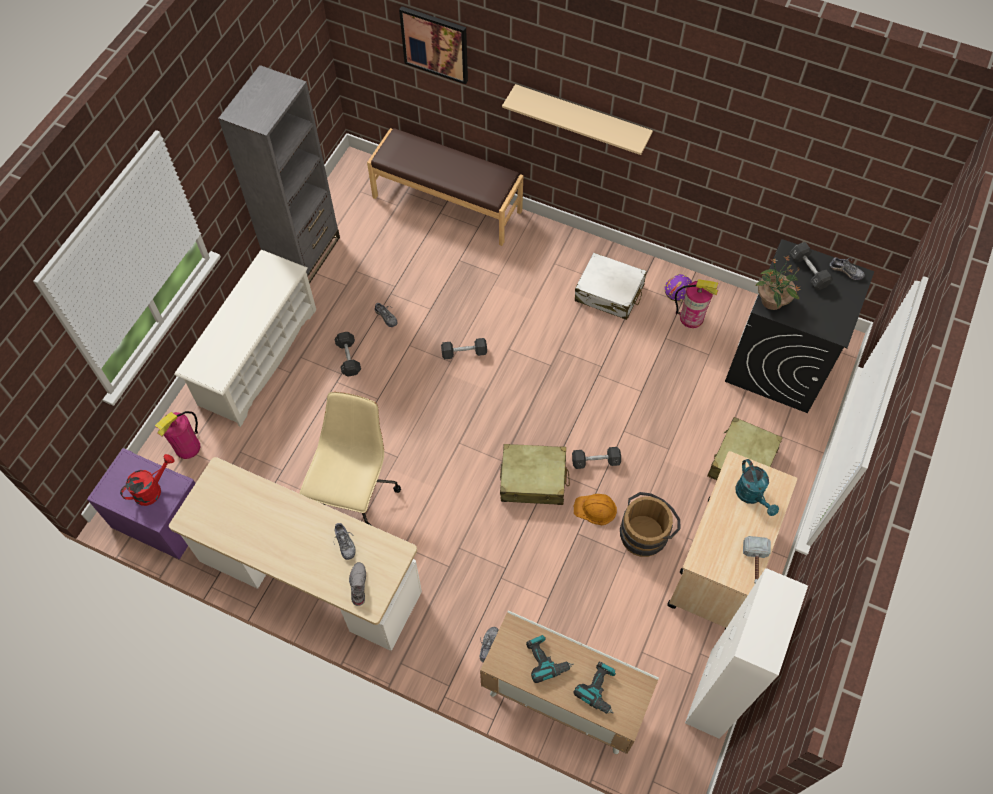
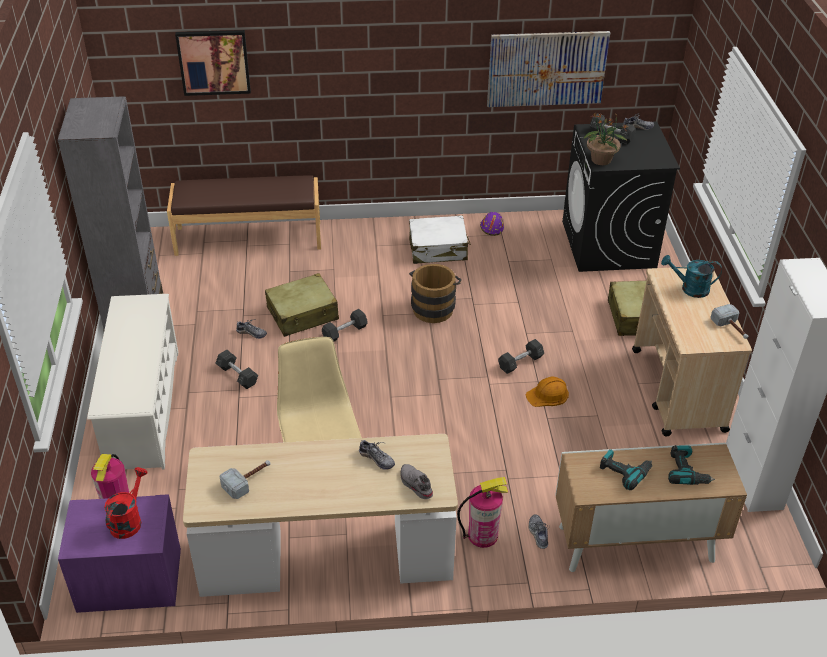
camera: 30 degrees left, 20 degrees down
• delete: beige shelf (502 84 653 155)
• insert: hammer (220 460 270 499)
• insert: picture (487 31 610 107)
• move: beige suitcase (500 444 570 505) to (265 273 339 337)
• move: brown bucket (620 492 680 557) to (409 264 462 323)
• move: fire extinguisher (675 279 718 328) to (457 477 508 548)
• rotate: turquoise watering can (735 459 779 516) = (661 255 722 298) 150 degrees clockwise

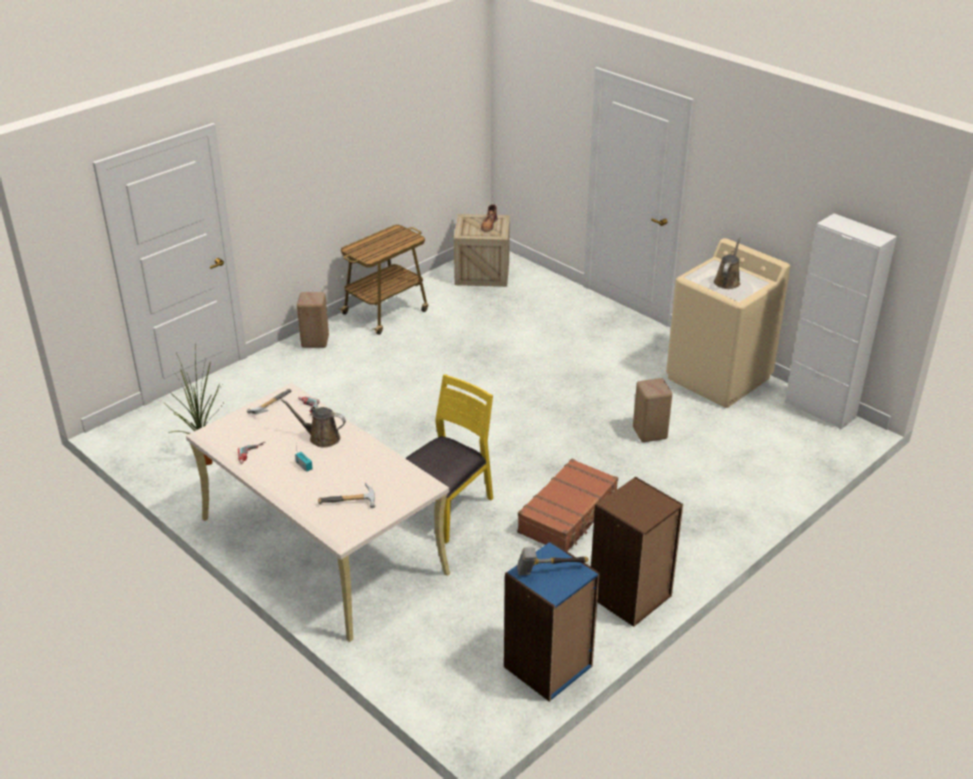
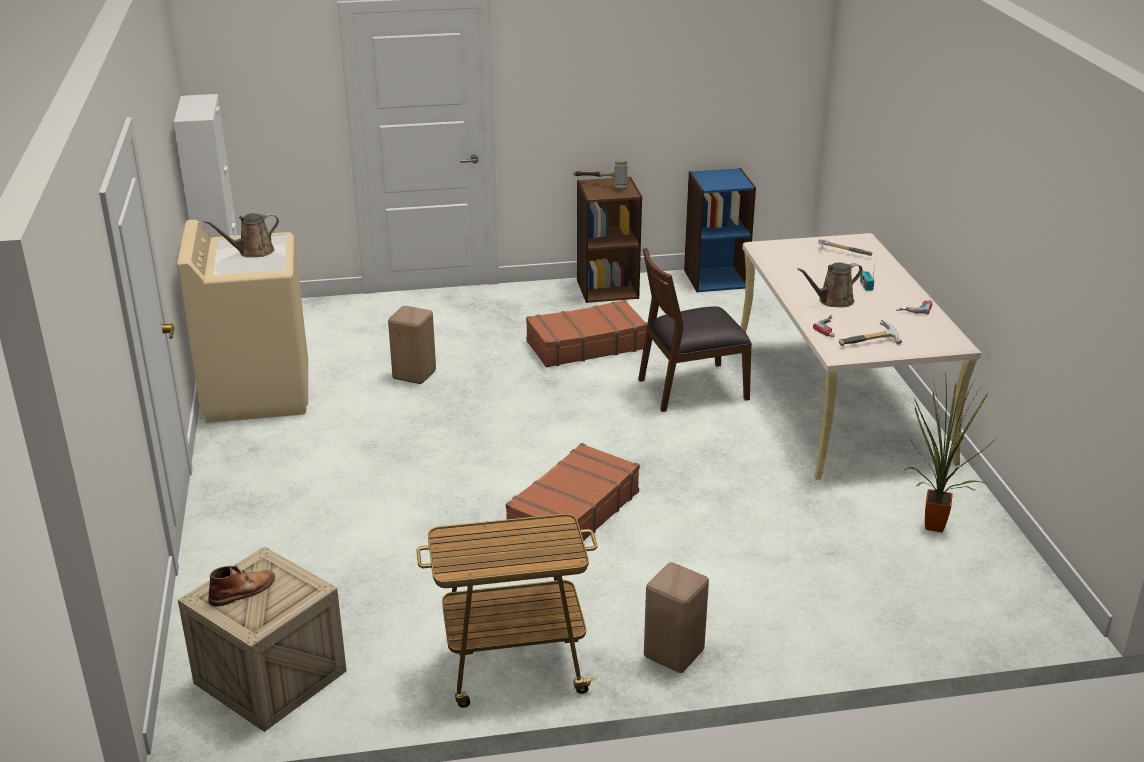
camera: 145 degrees left, 5 degrees down
• insert: brown suitcase (506 443 640 541)
• move: hammer (517 547 589 575) to (573 160 627 189)
• recolor: yellow chair (405 374 493 544) to brown chair (638 248 752 412)
• rotate: brown watering can (281 399 346 448) = (797 262 863 307) 105 degrees clockwise

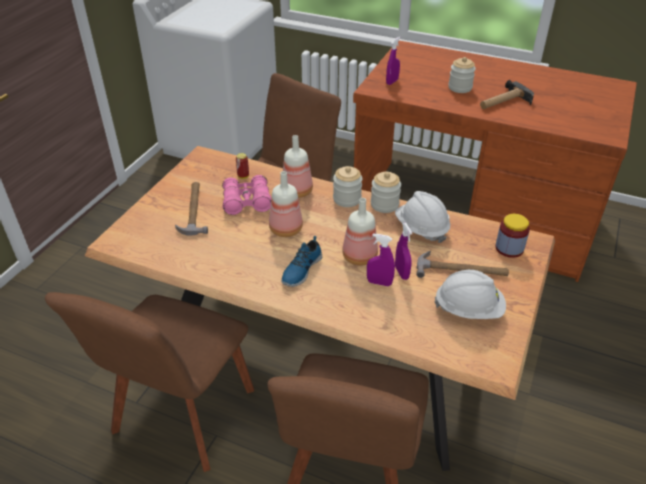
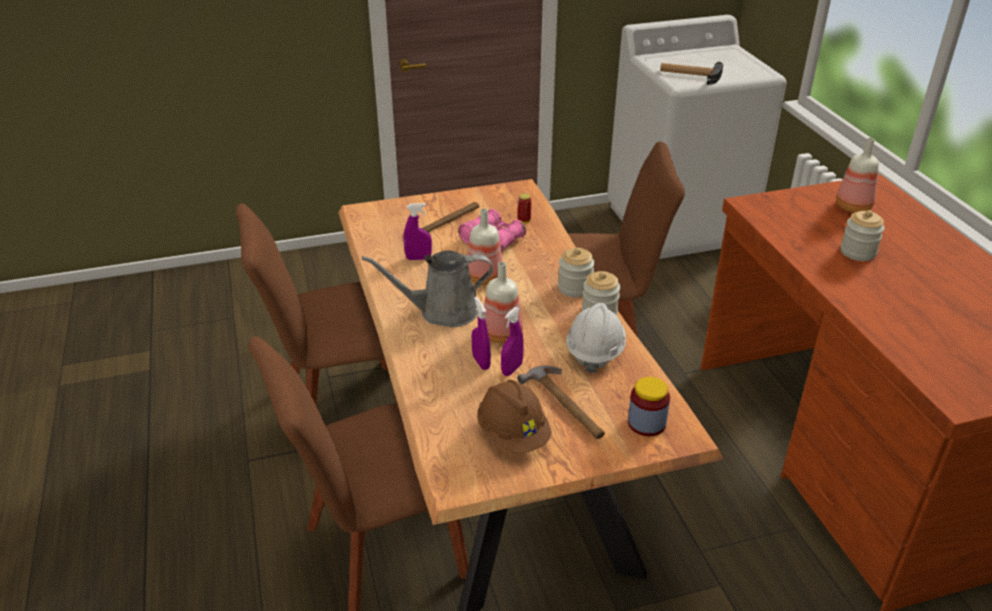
camera: 50 degrees right, 5 degrees down
• move: bottle (283 135 313 198) to (836 138 879 213)
• move: purple spray bottle (386 37 400 85) to (403 203 432 260)
• move: hammer (480 80 534 109) to (660 62 723 85)
• replace: shoe (281 236 322 287) to grey watering can (362 250 493 327)
• recolor: white hard hat (434 270 506 319) to brown hard hat (477 380 552 453)

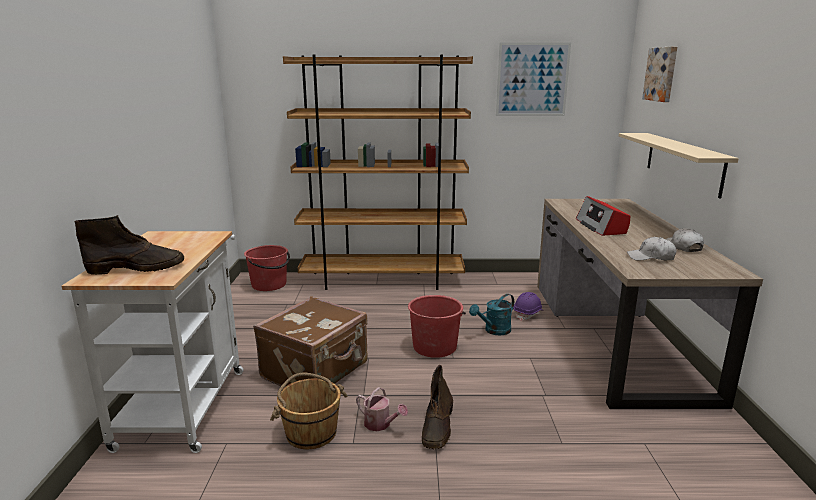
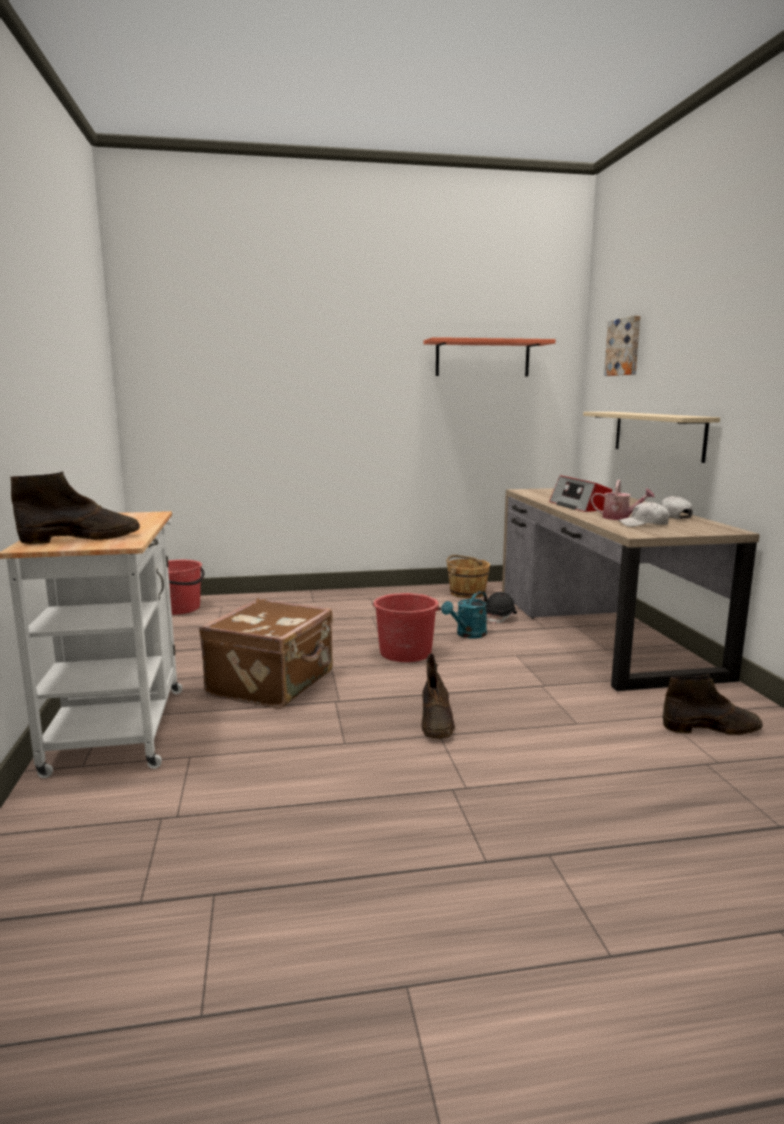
camera: 10 degrees left, 5 degrees down
• delete: brown bookcase (283 54 473 290)
• insert: brown boot (663 674 763 735)
• move: brown bucket (270 373 347 449) to (446 555 490 598)
• move: watering can (356 387 408 431) to (591 480 655 520)
• replace: picture (496 43 571 116) to shelf (424 337 556 376)
• recolor: purple hard hat (513 292 544 321) to black hard hat (486 592 517 624)

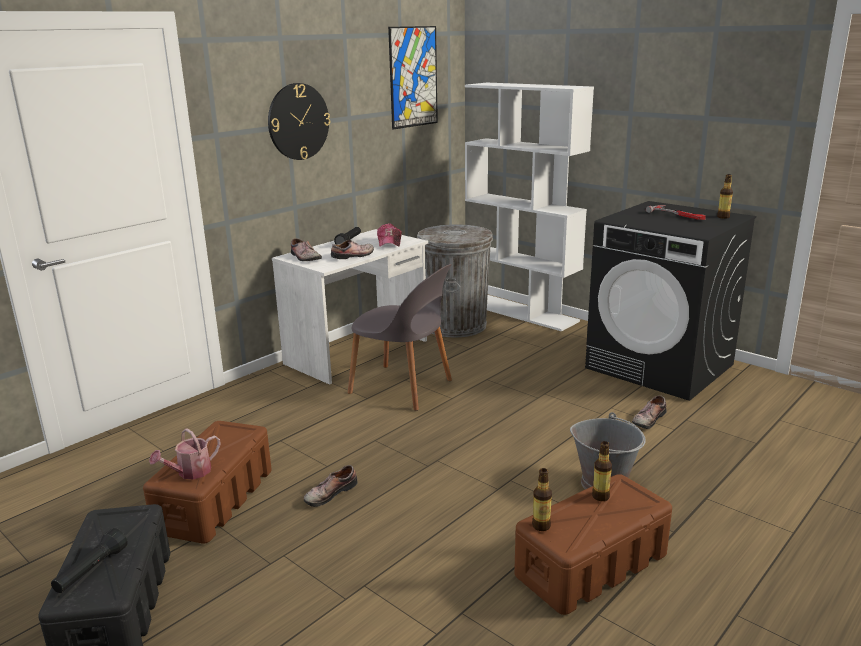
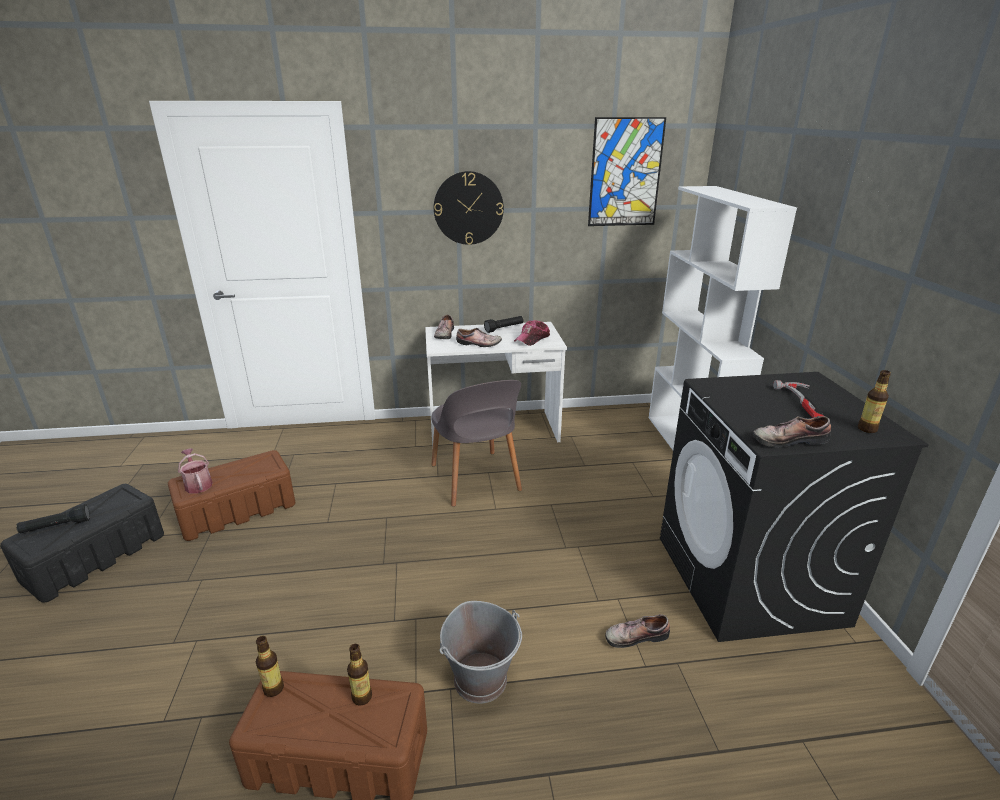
camera: 40 degrees right, 5 degrees up
• delete: grey trash can (417 224 493 338)
• move: shoe (304 465 357 507) to (753 416 831 447)
• rotate: watering can (149 428 221 479) = (178 448 213 493) 60 degrees clockwise

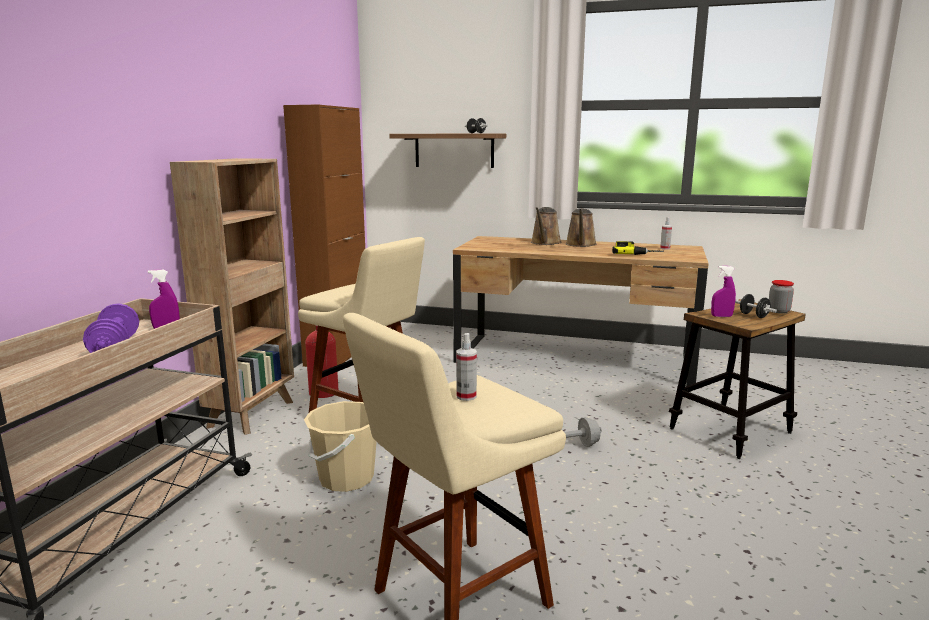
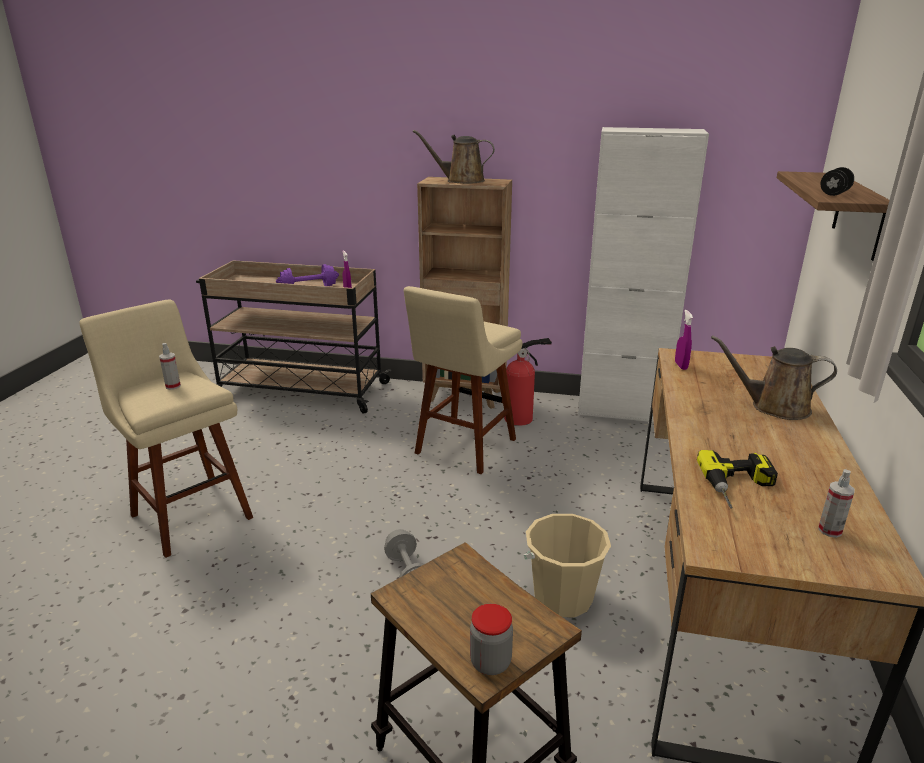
camera: 85 degrees right, 10 degrees up
• delete: black dumbbell (735 294 777 318)
• move: beige bucket (304 401 377 492) to (524 514 611 617)
• move: brown watering can (565 208 597 247) to (413 130 495 184)
• move: purple spray bottle (711 266 736 317) to (675 310 693 370)
• recolor: brown cabinet (283 104 365 367) to white cabinet (578 127 709 422)

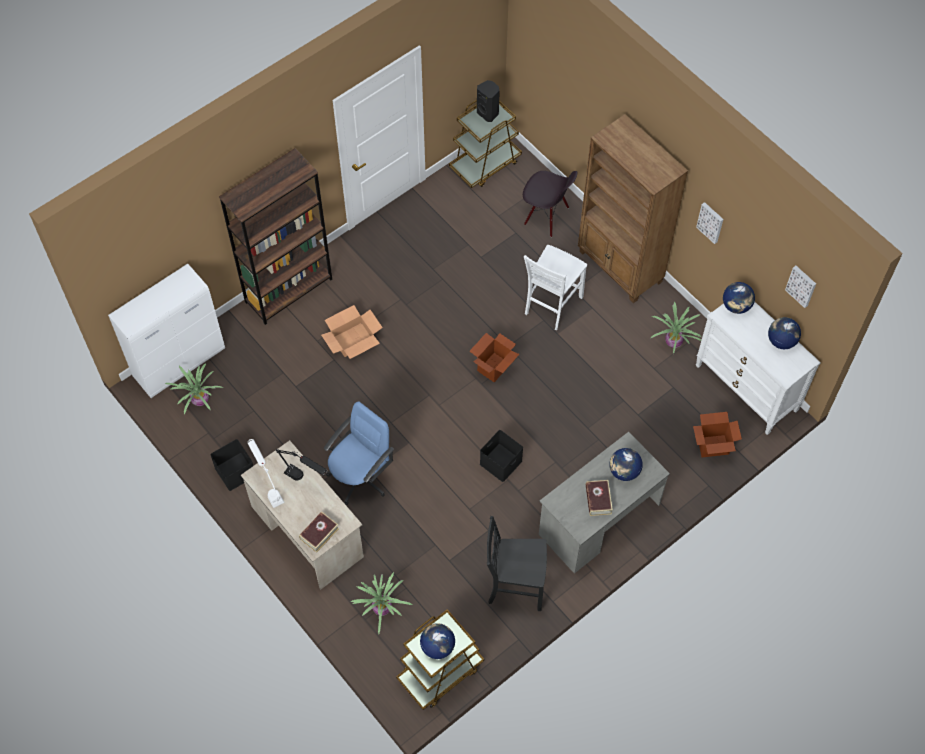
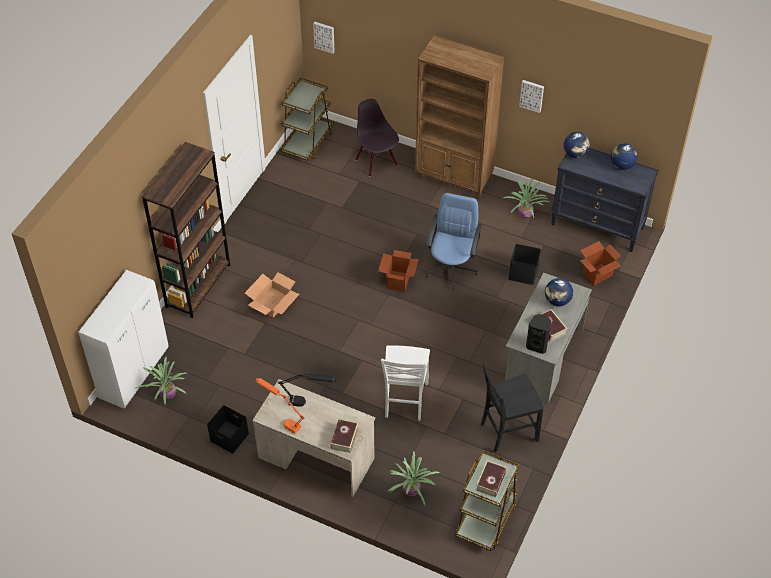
camera: 25 degrees left, 10 degrees down
• move: blue office chair (324 401 394 505) to (426 193 482 290)
• move: black speaker (477 80 500 122) to (526 314 551 354)
• move: black storage box (480 430 523 482) to (508 244 541 285)
• move: white chair (524 245 587 330) to (381 345 430 421)
• move: picture (785 266 816 308) to (313 22 335 54)
• replace: globe (420 623 455 659) to book (476 460 507 497)
• recolor: white table lamp (248 439 285 508) to orange table lamp (256 378 305 434)
• recolor: white dresser (696 302 821 435) to black dresser (551 148 659 252)
• rotate: black chair (523 171 577 237) = (355 99 399 177) 120 degrees counterclockwise

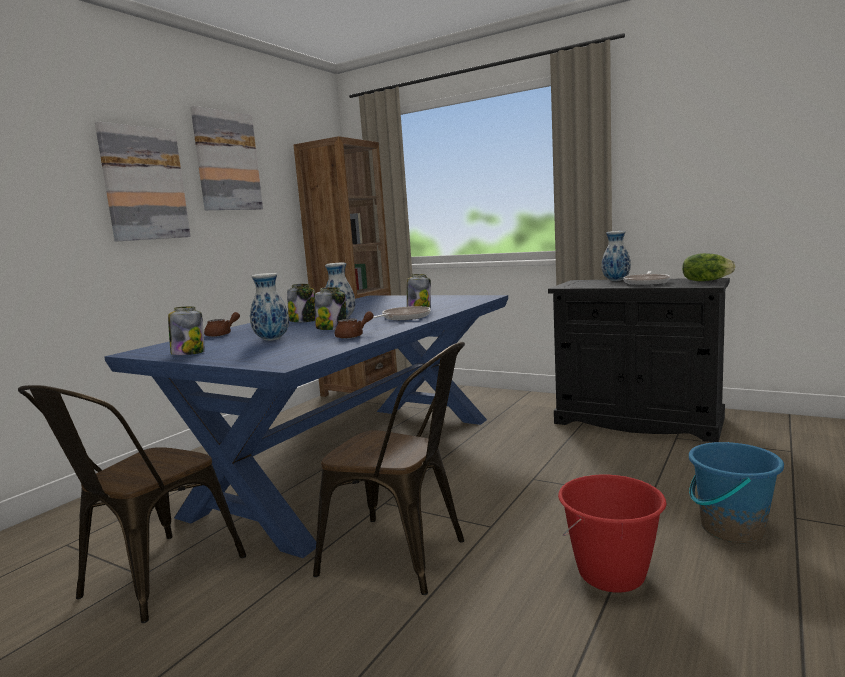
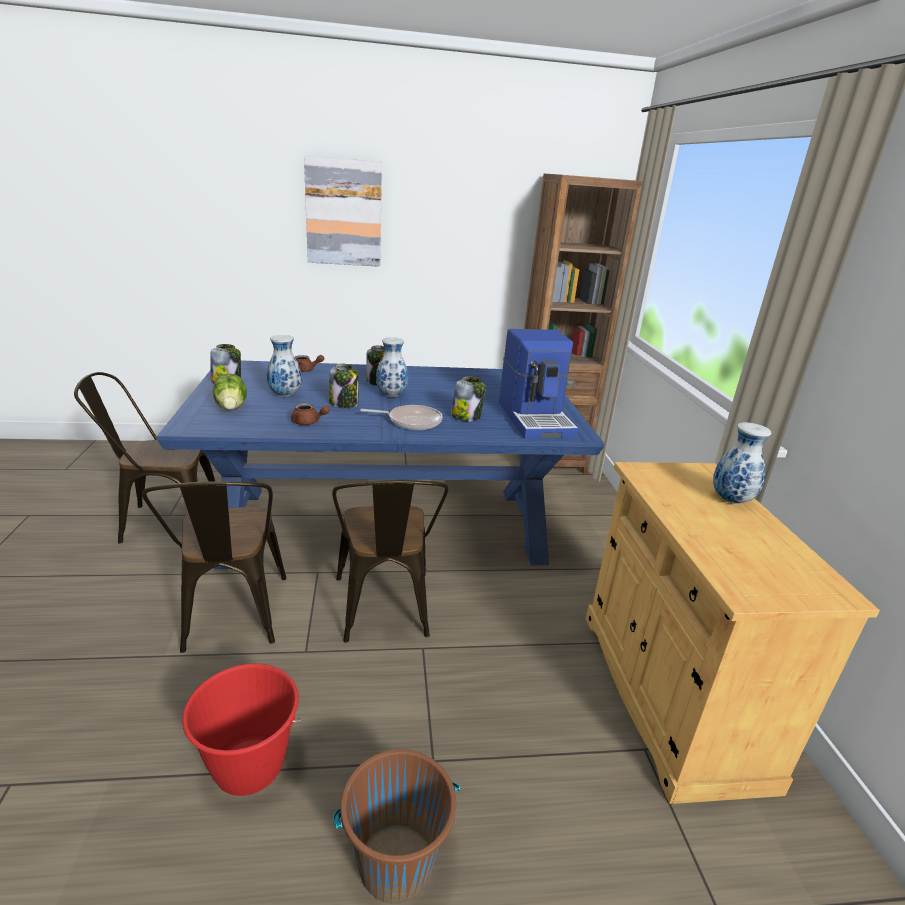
camera: 50 degrees right, 15 degrees up
• delete: picture (190 106 263 210)
• delete: frying pan (623 271 670 285)
• insert: brown chair (332 480 448 643)
• insert: coffee machine (499 329 579 439)
• move: lettuce (682 253 735 281) to (213 373 247 410)
• recolor: black cabinet (548 278 730 442) to beige cabinet (586 462 880 804)
• recolor: blue bucket (689 442 784 543) to brown bucket (333 749 460 904)

